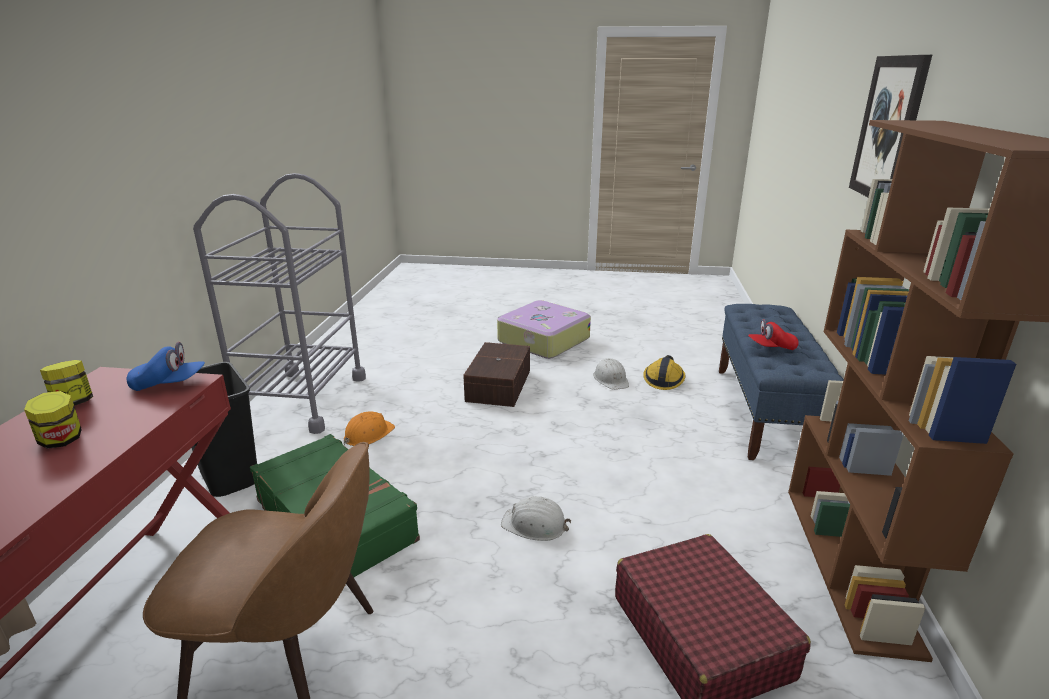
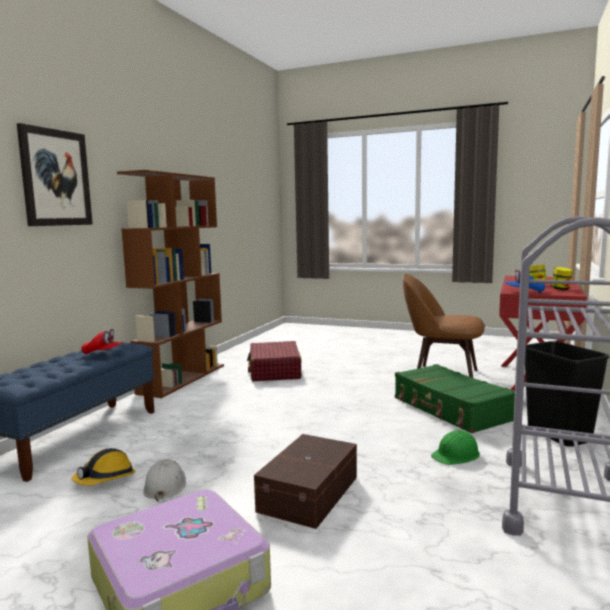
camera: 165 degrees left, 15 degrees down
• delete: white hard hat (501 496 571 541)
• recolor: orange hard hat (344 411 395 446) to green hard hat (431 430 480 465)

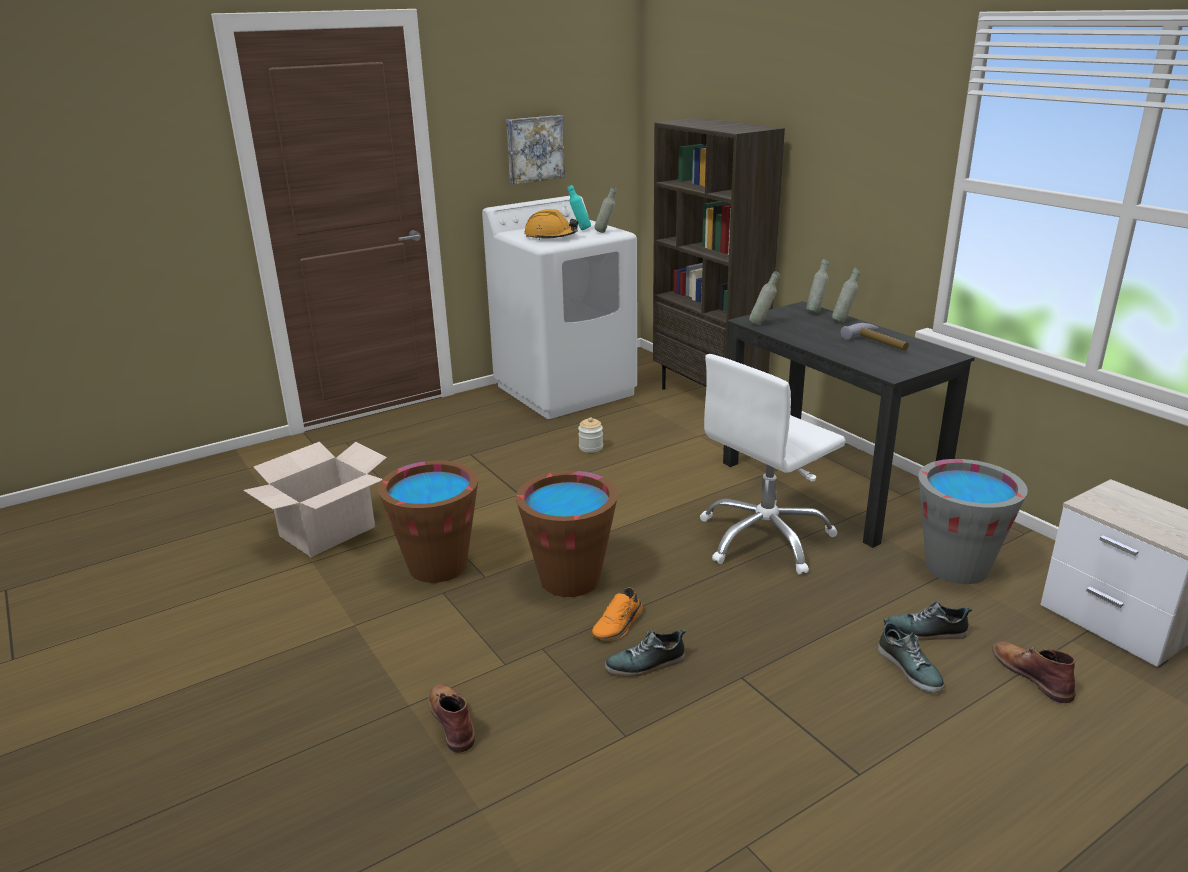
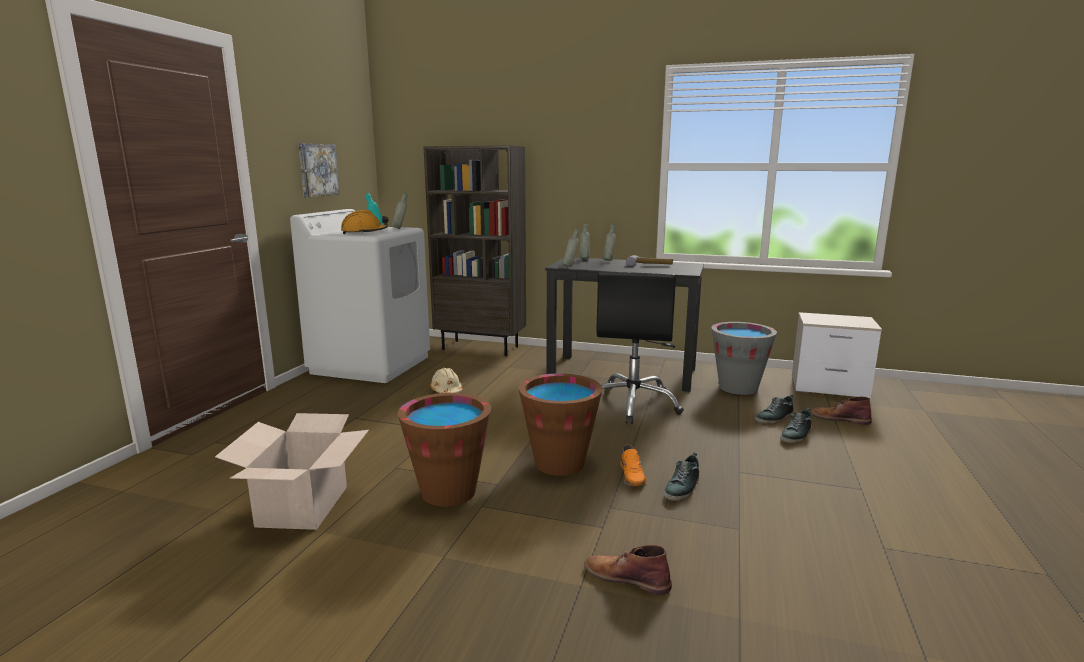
camera: 40 degrees left, 10 degrees down
• replace: jar (578 417 603 453) to beige hard hat (430 368 462 393)
• recolor: white office chair (700 354 846 575) to black office chair (597 272 684 424)
• rotate: shoe (878 618 944 693) = (780 408 811 443) 105 degrees clockwise

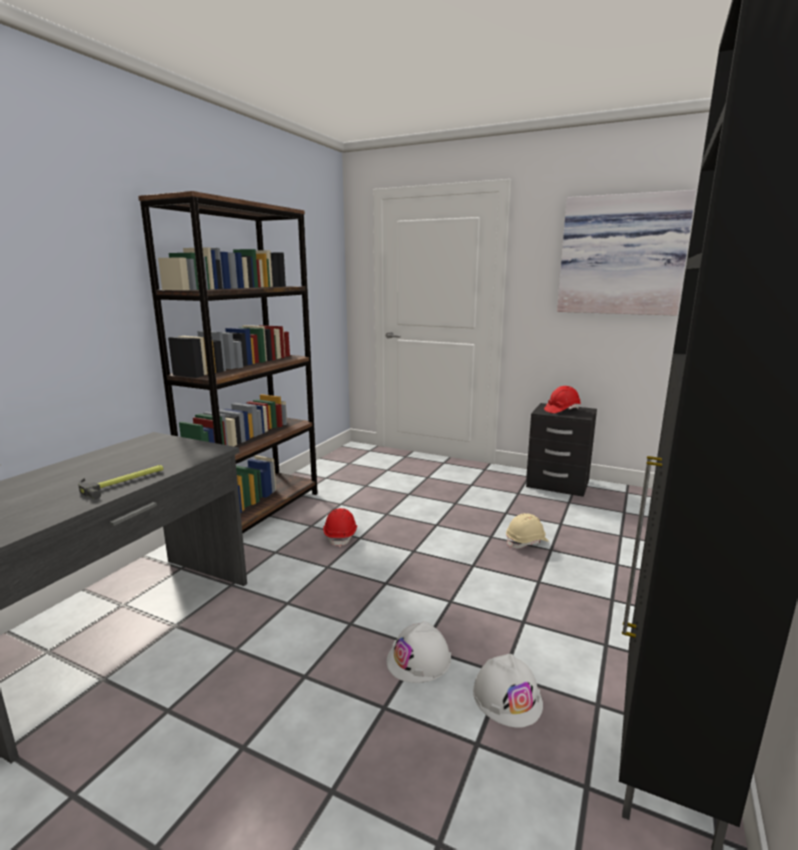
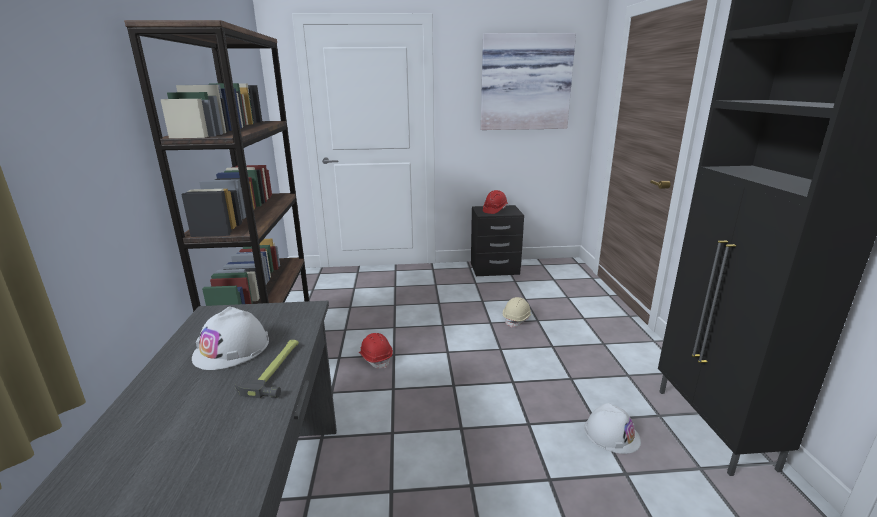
camera: 30 degrees left, 5 degrees up
• move: white hard hat (387 621 451 683) to (192 306 269 370)

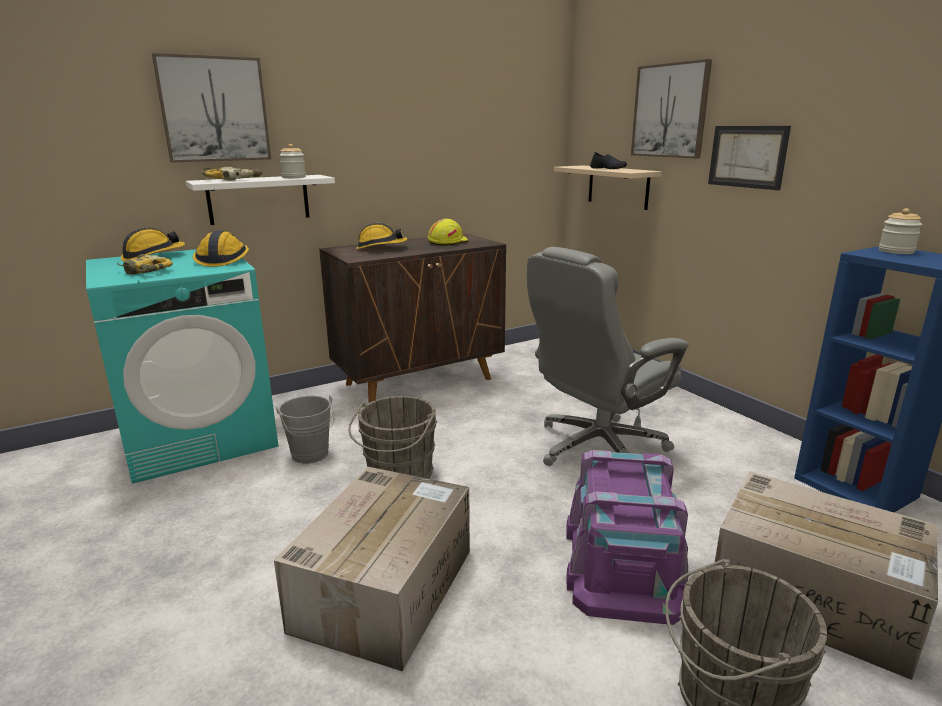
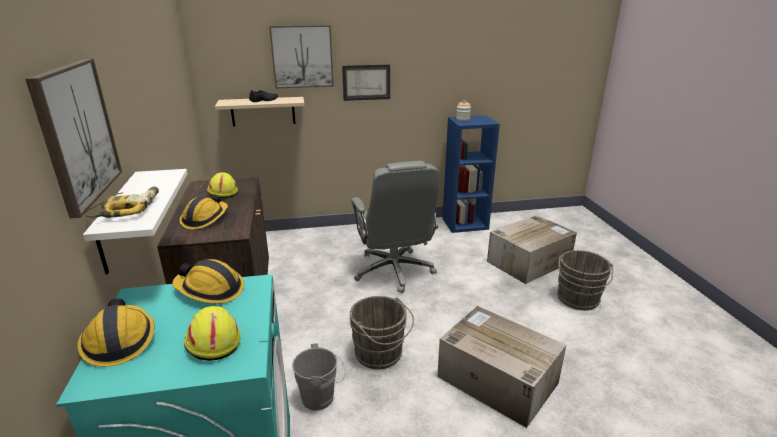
camera: 70 degrees left, 5 degrees up
• delete: jar (279 144 306 178)
• delete: purple storage box (566 450 688 625)
• replace: power drill (117 254 173 275) to yellow hard hat (184 306 241 361)

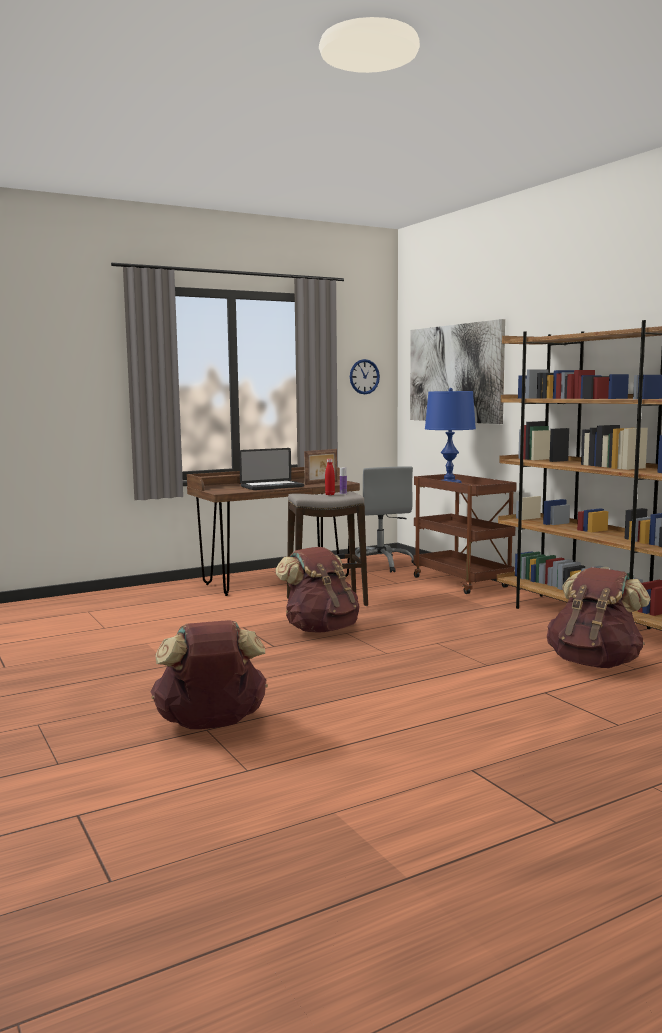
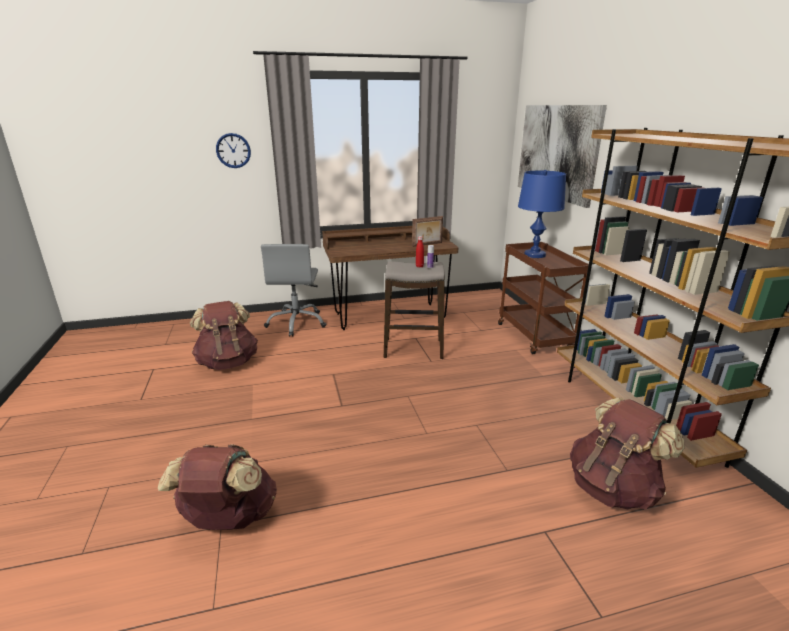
camera: 15 degrees right, 15 degrees up
• delete: laptop (239 448 304 490)
• move: brown backpack (276 547 359 633) to (190 301 258 370)
• move: wall clock (350 359 380 394) to (216 133 251 168)
• move: grey office chair (355 466 415 573) to (261 244 326 337)

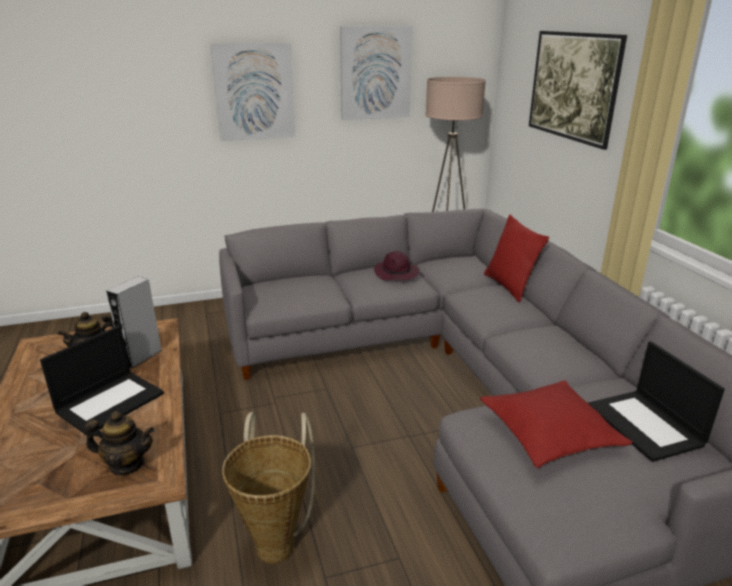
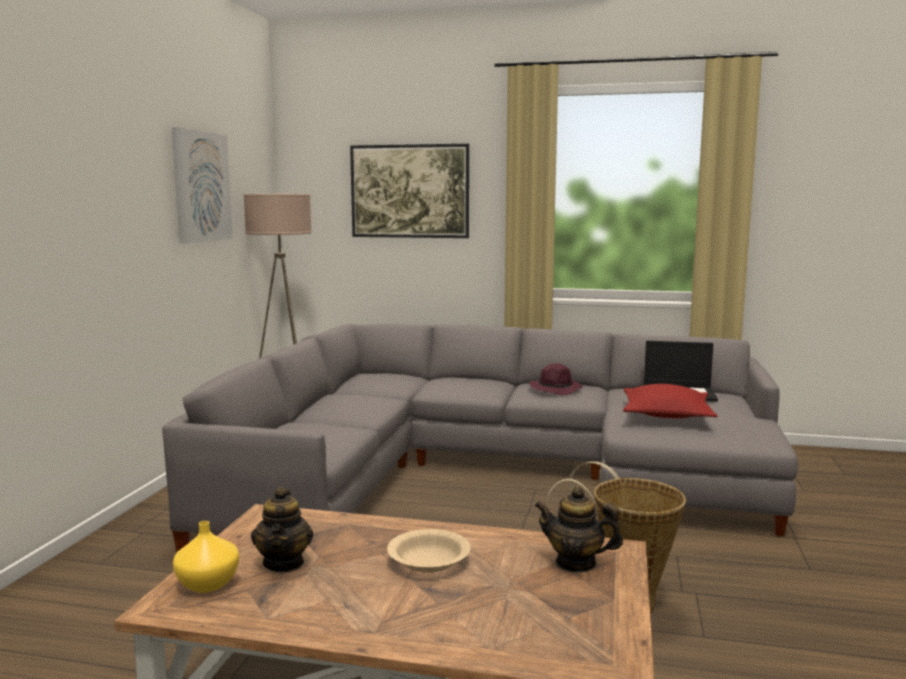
camera: 60 degrees left, 15 degrees down
• delete: grey speaker (106 276 162 369)
• delete: picture (211 43 295 141)
• delete: red pillow (484 215 549 303)
• insert: yellow vase (173 521 239 593)
• move: purple hat (374 251 420 280) to (529 363 582 395)
• replace: laptop (40 326 164 436) to beige bowl (387 529 471 573)
• rotate: teapot (85 411 155 475) = (534 486 623 573) 105 degrees counterclockwise

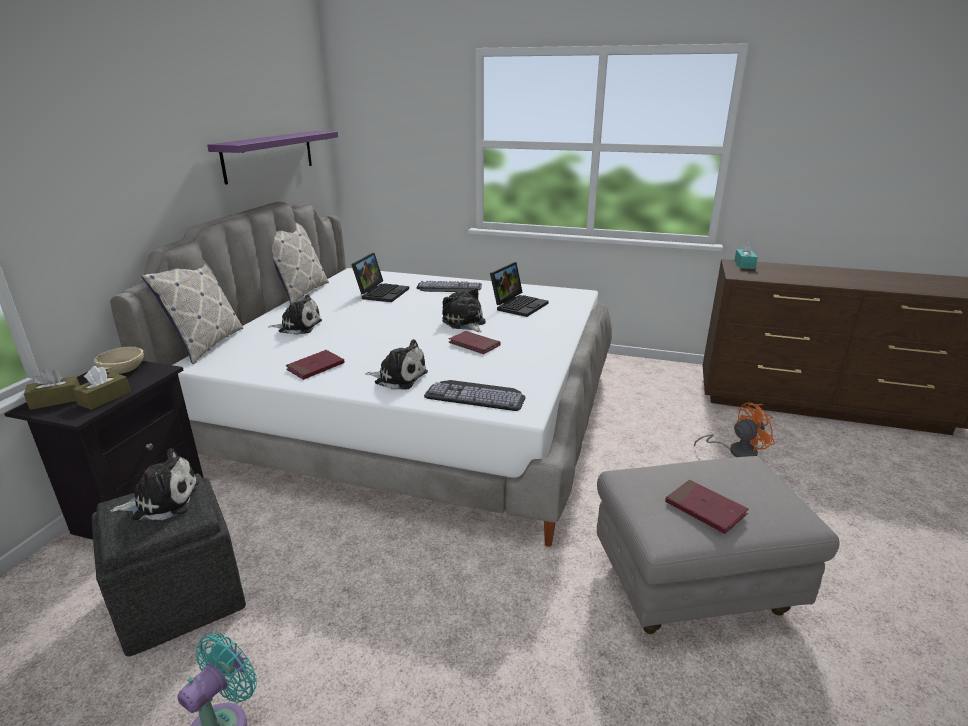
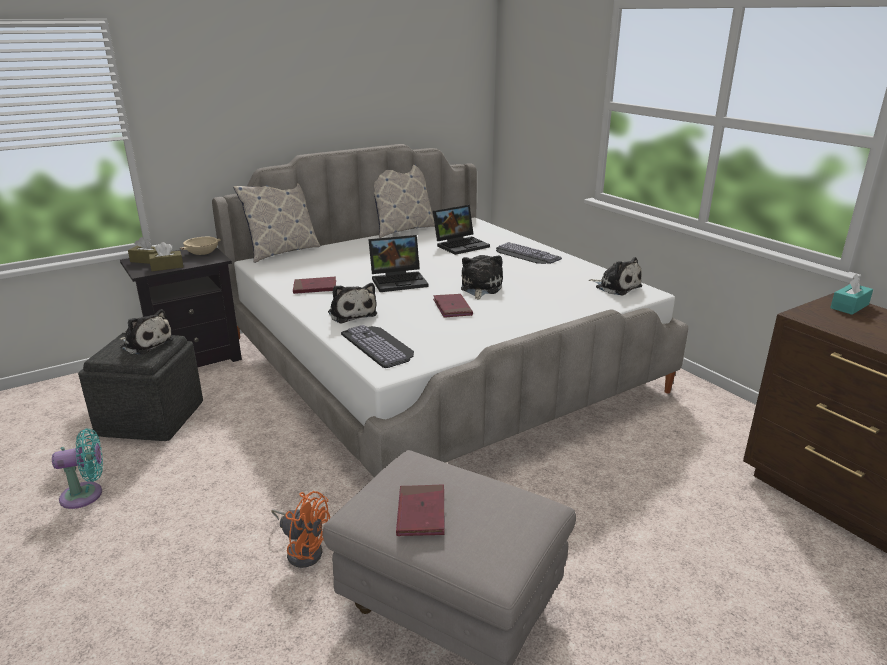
camera: 40 degrees right, 0 degrees up
• delete: purple shelf (207 131 338 185)
• move: plush toy (268 294 322 335) to (589 257 642 295)
• move: laptop (490 262 549 317) to (368 235 429 292)
• move: orange fan (694 402 775 457) to (271 491 330 568)

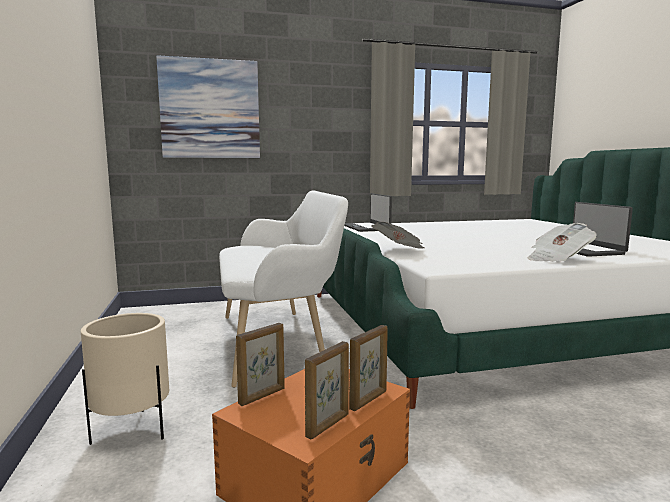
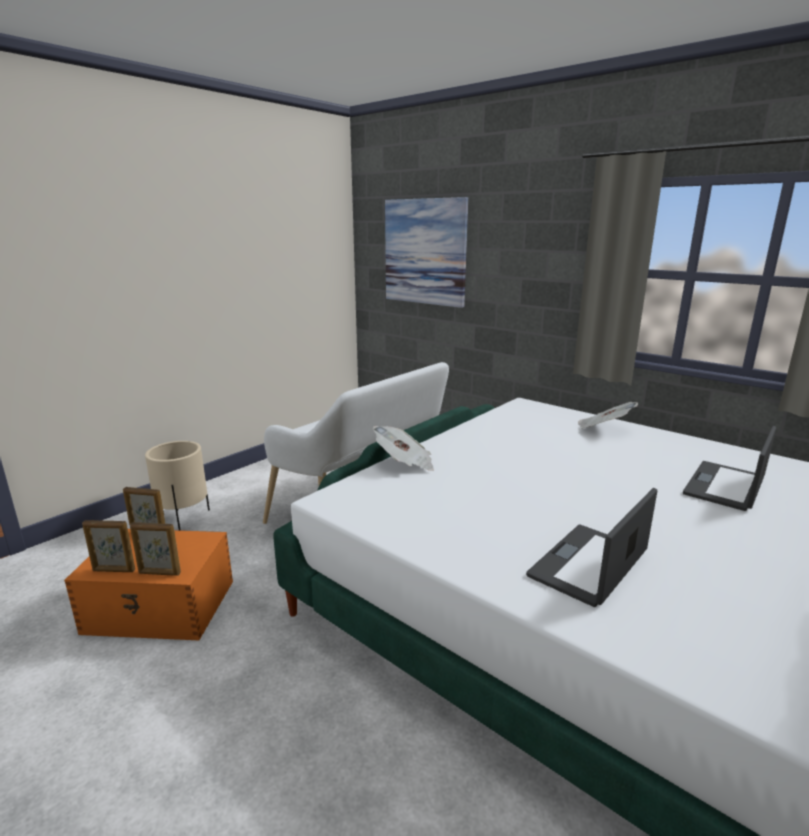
camera: 55 degrees right, 10 degrees up
• move: laptop (344 193 392 232) to (683 426 777 511)
• move: newspaper (527 223 597 262) to (578 402 638 429)

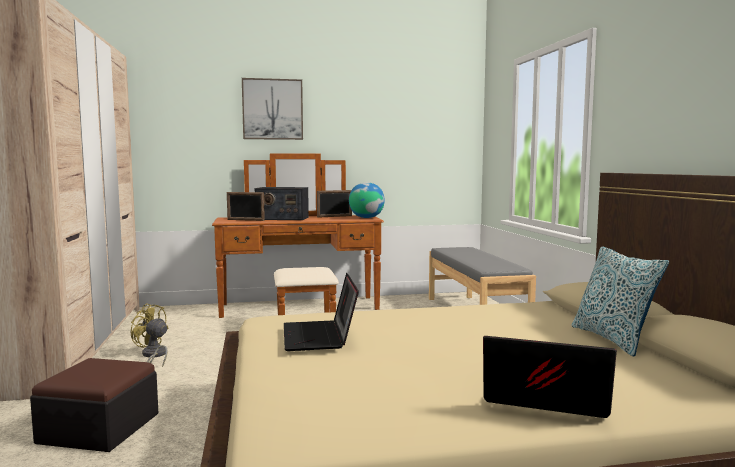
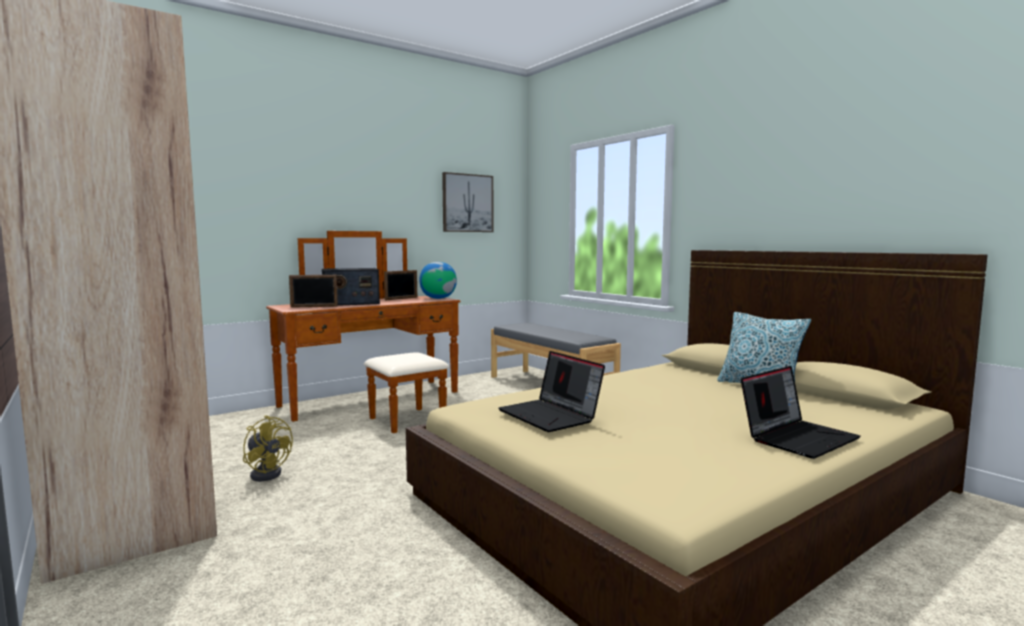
camera: 25 degrees left, 0 degrees up
• delete: ottoman (30 358 158 452)
• move: picture (242 78 303 140) to (442 172 494 232)
• rotate: yellow fan (130 304 168 367) = (243 415 293 481) 150 degrees counterclockwise
• rotate: laptop (483 336 617 418) = (741 366 861 459) 150 degrees clockwise

